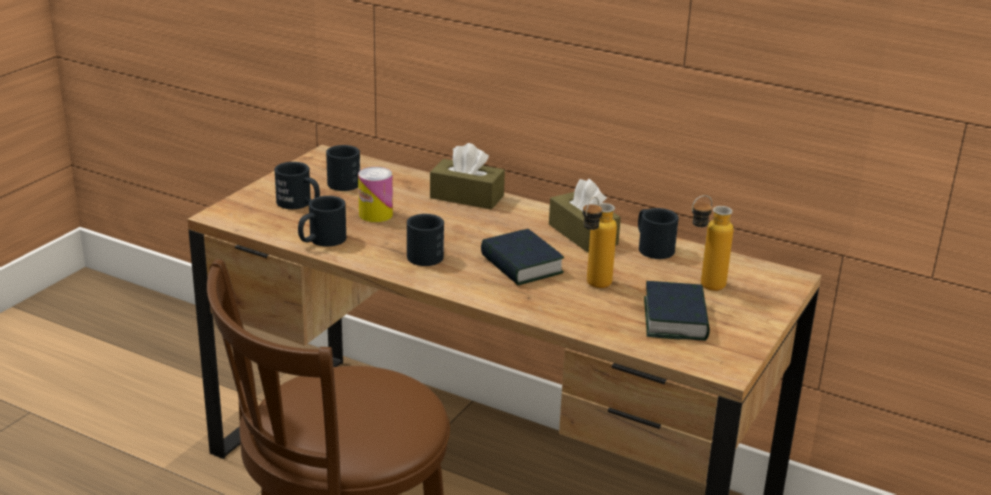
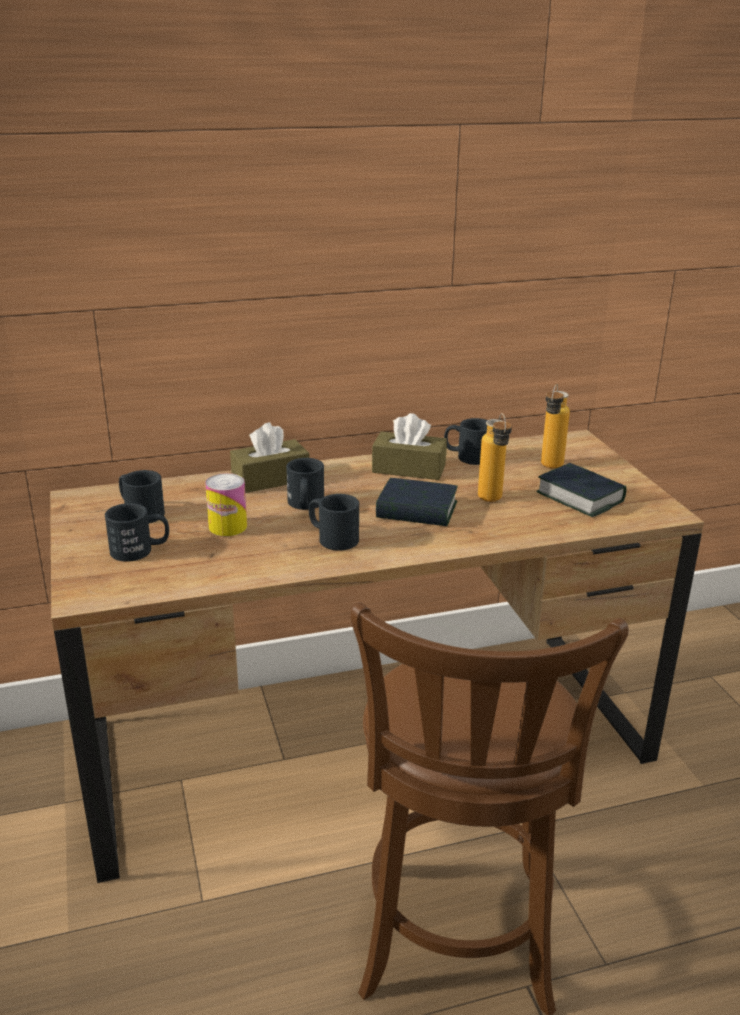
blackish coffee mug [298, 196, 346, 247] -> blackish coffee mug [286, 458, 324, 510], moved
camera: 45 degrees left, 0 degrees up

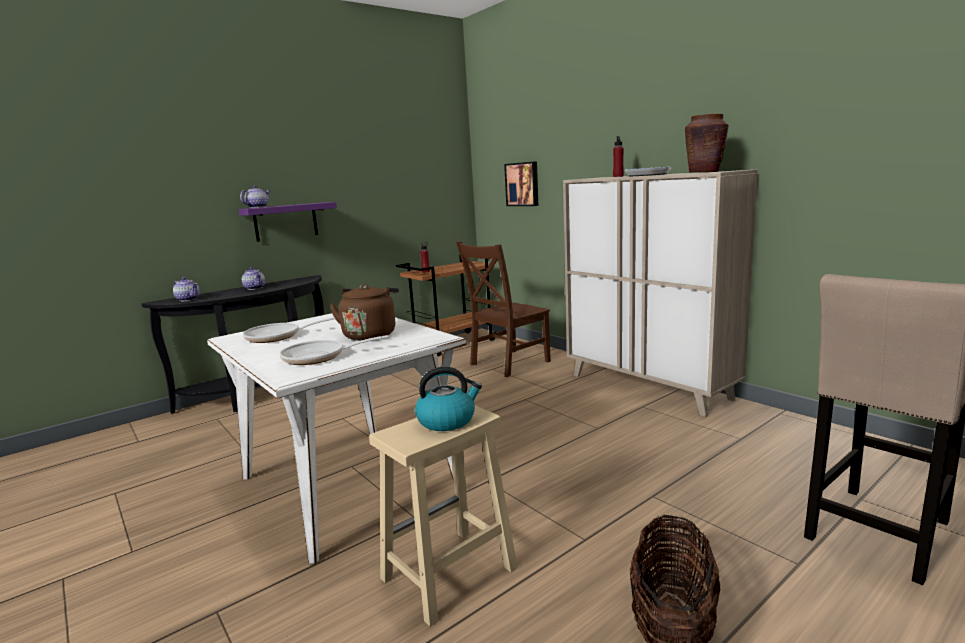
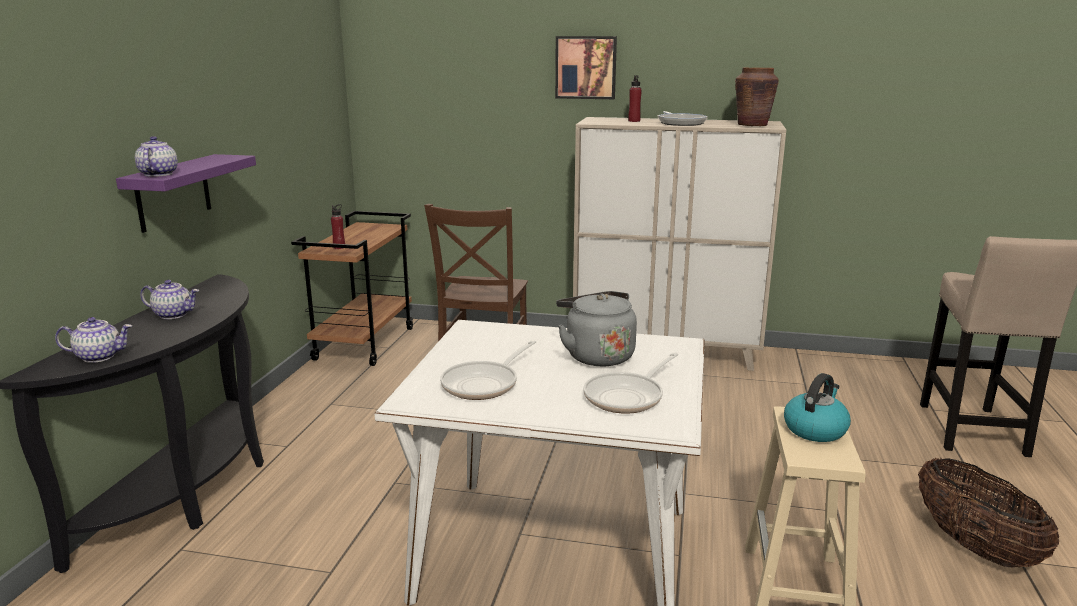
wall art [504, 161, 538, 206] -> wall art [555, 36, 617, 99], moved
brownish tea kettle [329, 284, 399, 341] -> gray tea kettle [556, 291, 637, 366]
camera: 40 degrees left, 5 degrees up

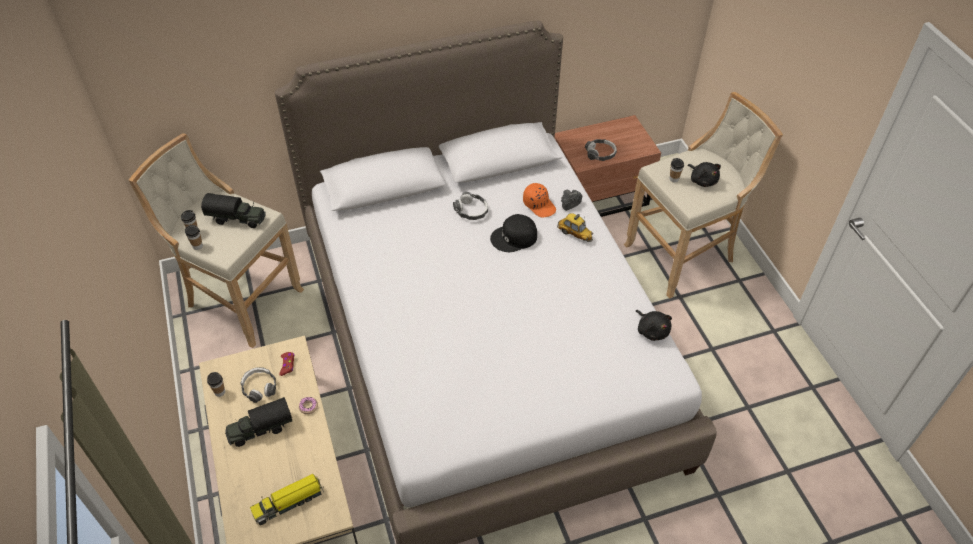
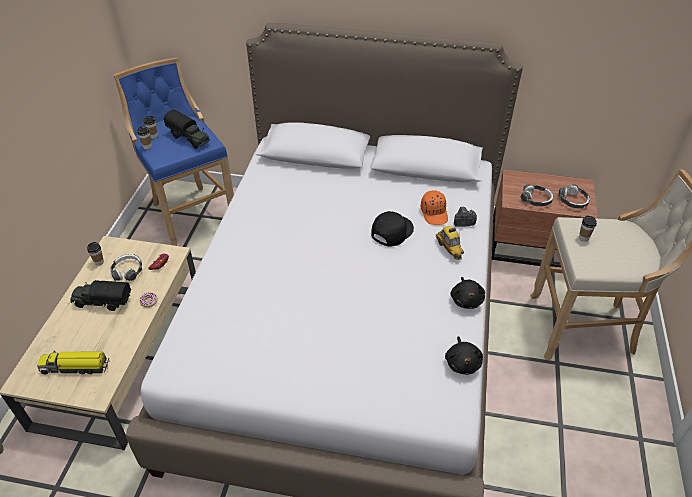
headphones [453, 192, 488, 220] -> headphones [559, 184, 590, 209], moved
blackish soft toy [688, 162, 721, 187] -> blackish soft toy [450, 277, 485, 309], moved
sand-coloured stool [128, 133, 304, 348] -> blue stool [114, 57, 234, 246]
blackish peaked cap [490, 214, 537, 252] -> blackish peaked cap [371, 211, 414, 247], 120 degrees clockwise
camera: 30 degrees right, 5 degrees down

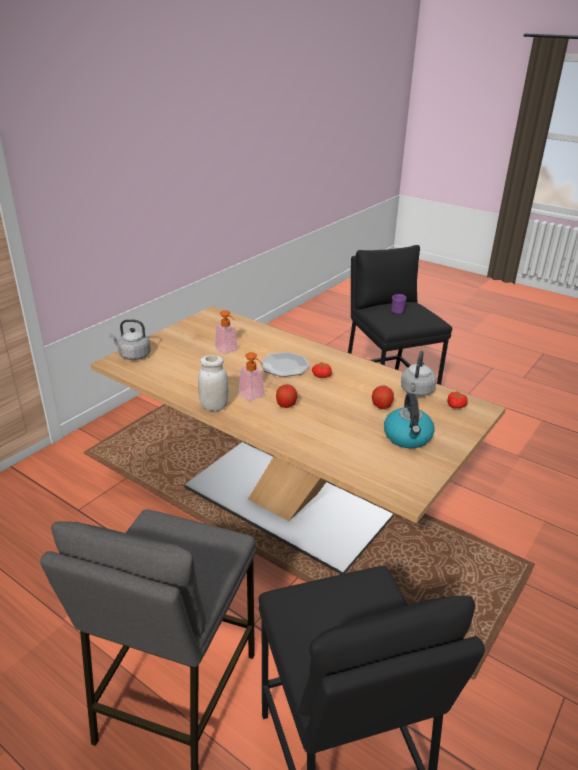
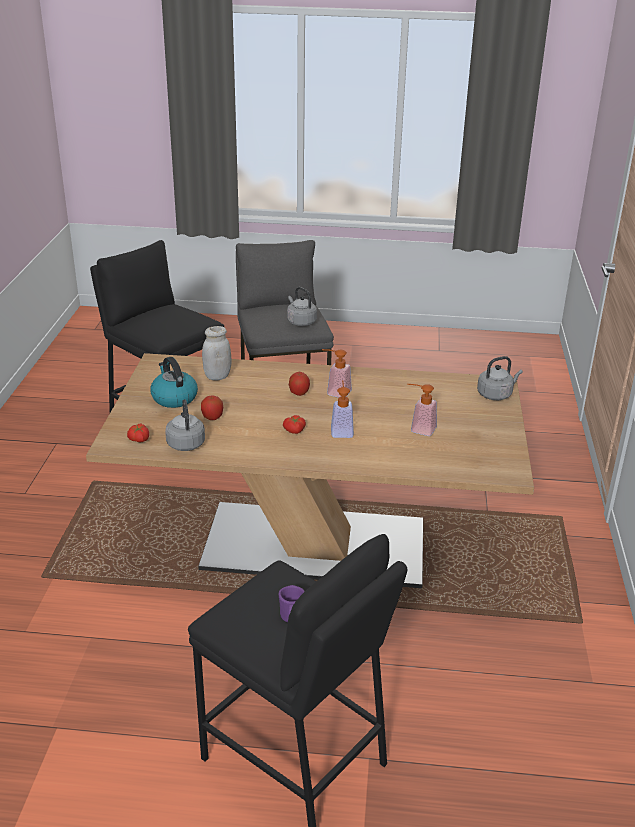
none -> gray tea kettle [287, 287, 317, 326]
whitish jar [198, 355, 228, 411] -> whitish jar [202, 326, 231, 381], moved
dinner plate [261, 352, 310, 377] -> soap dispenser [331, 380, 354, 438]
camera: 150 degrees right, 0 degrees up

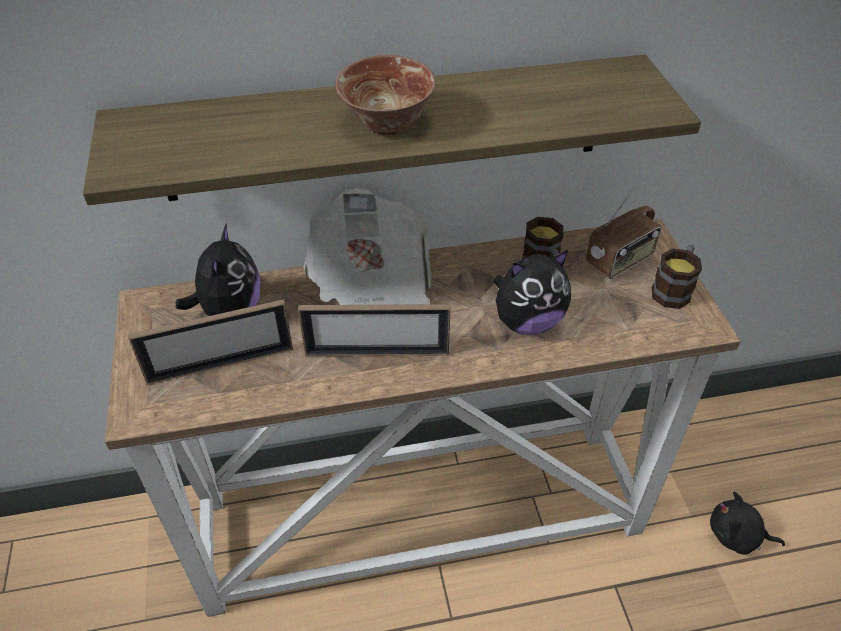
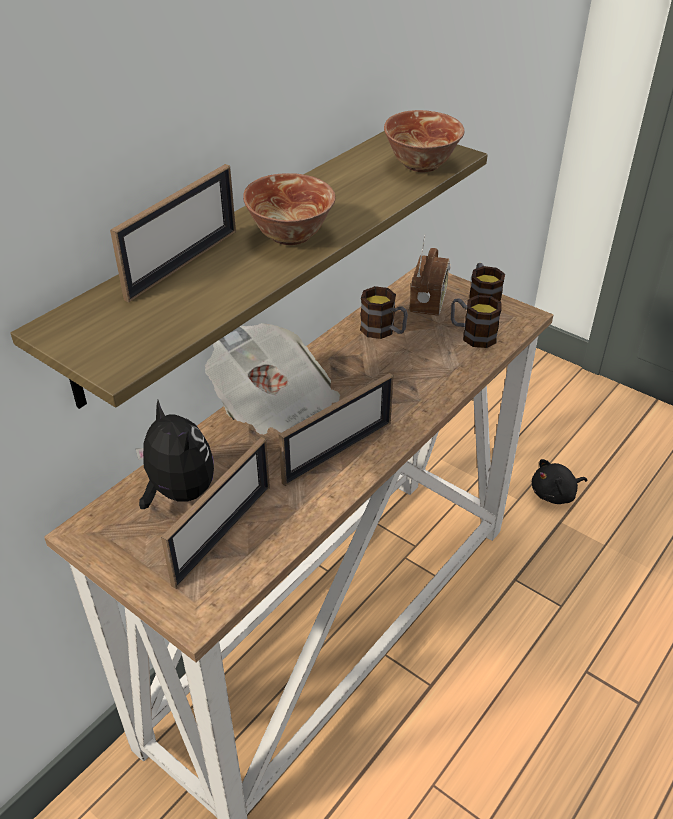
soft toy [493, 250, 571, 335] -> none
none -> photo frame [110, 164, 236, 302]
none -> deep dish [384, 110, 465, 172]
none -> coffee mug [451, 295, 501, 348]
camera: 40 degrees left, 5 degrees down

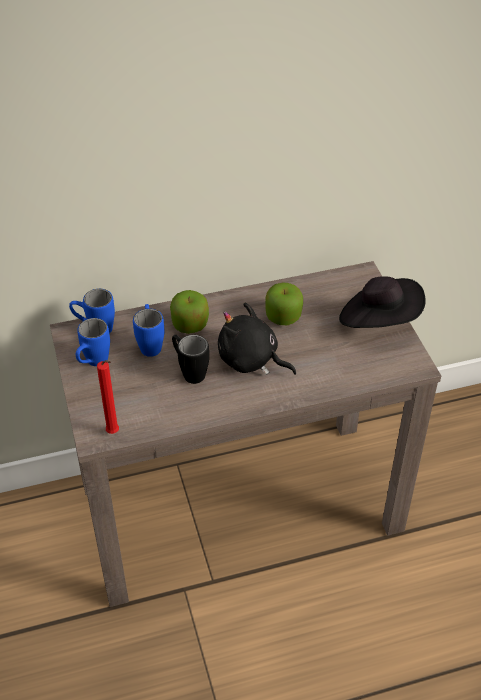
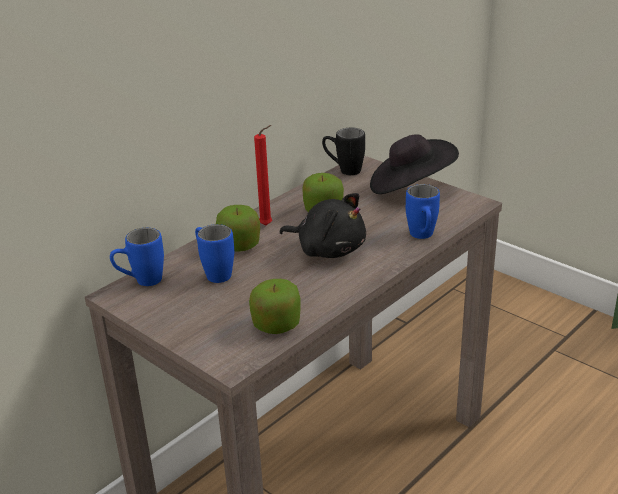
none -> whole apple [249, 279, 301, 334]
blue coffee mug [76, 318, 110, 366] -> blue coffee mug [406, 184, 440, 239], moved
reddish wax light [97, 360, 119, 434] -> reddish wax light [254, 125, 272, 225], moved
blackish coffee mug [172, 335, 209, 384] -> blackish coffee mug [322, 128, 365, 175], moved
blackish soft toy [218, 303, 297, 375] -> blackish soft toy [279, 193, 366, 258], 150 degrees counterclockwise
camera: 30 degrees left, 15 degrees down

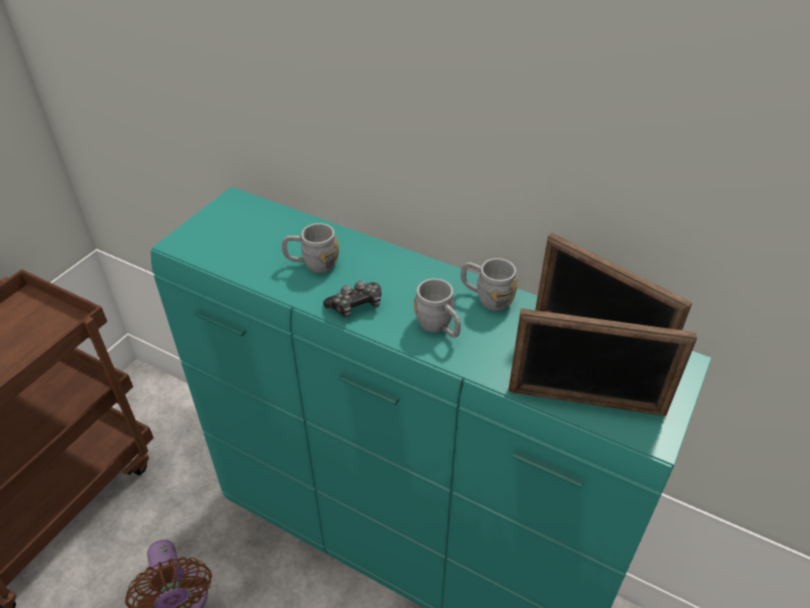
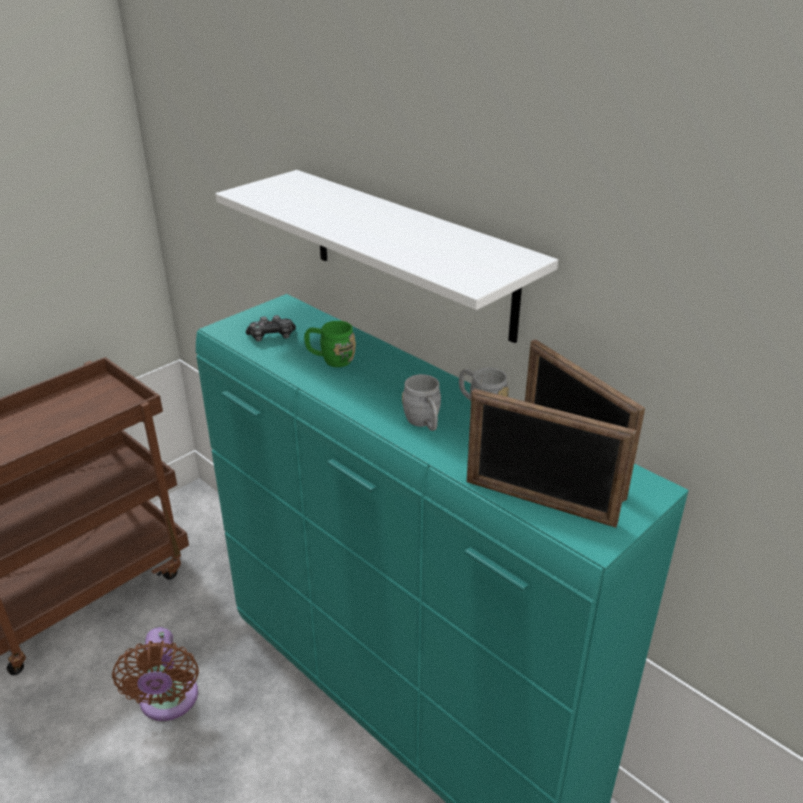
none -> whitish wall shelf [216, 170, 558, 343]
gamepad [323, 280, 381, 318] -> gamepad [246, 315, 296, 342], moved
gray coffee mug [282, 223, 339, 273] -> green coffee mug [304, 321, 356, 367]
camera: 15 degrees right, 10 degrees down

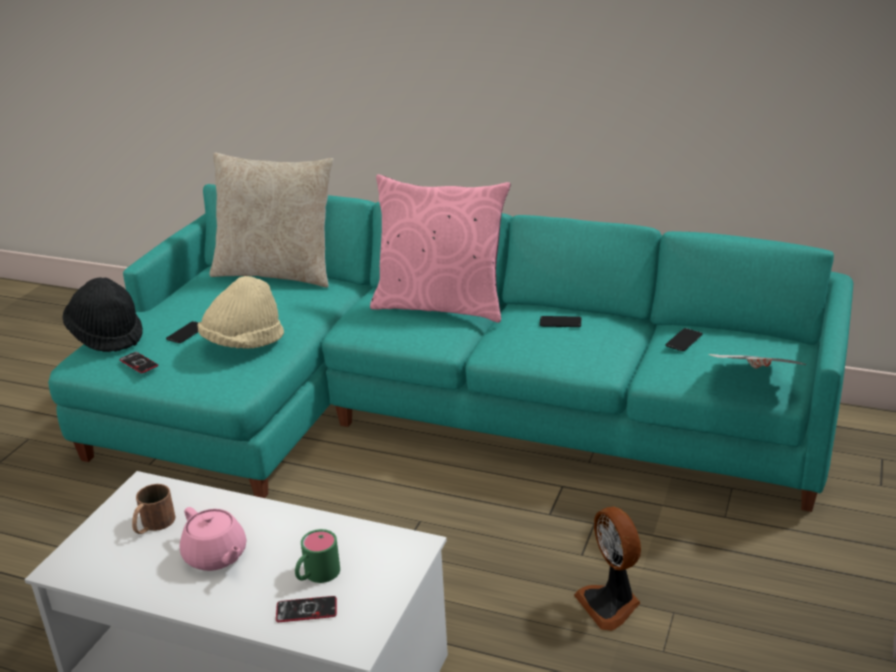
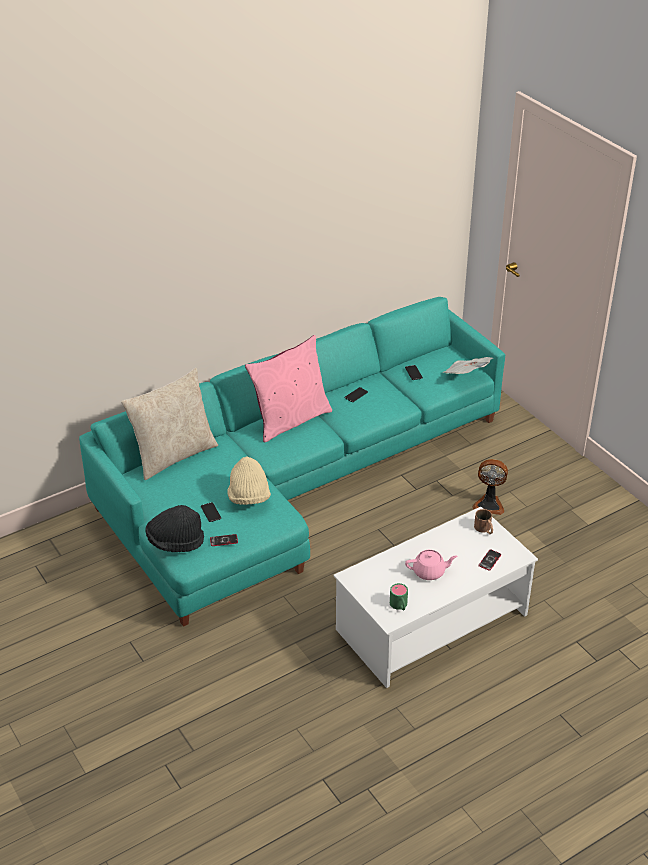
brownish coffee mug [132, 484, 175, 534] -> brownish coffee mug [474, 509, 493, 534], moved
green coffee mug [295, 529, 340, 583] -> green coffee mug [390, 583, 408, 610], moved
camera: 55 degrees left, 10 degrees up

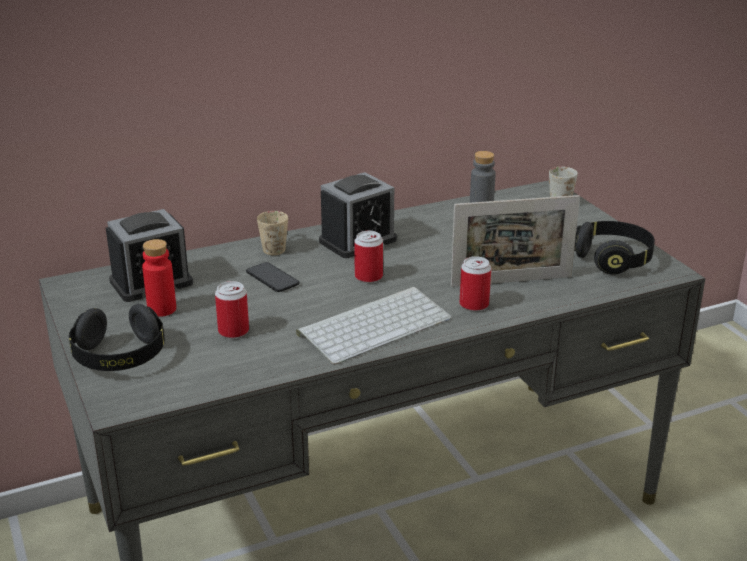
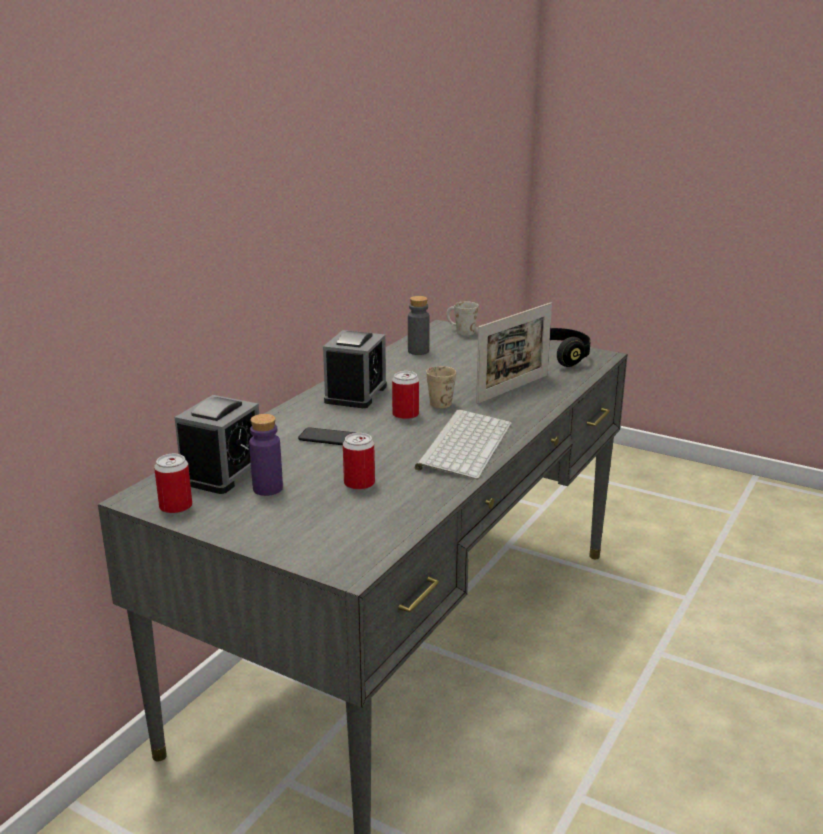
blackish headphones [69, 304, 165, 371] -> none
sand-coloured coffee mug [257, 211, 288, 255] -> sand-coloured coffee mug [426, 366, 456, 408], moved
sealed can [460, 256, 491, 311] -> sealed can [154, 454, 192, 514], moved
reddish beverage bottle [142, 239, 176, 317] -> purple beverage bottle [249, 414, 283, 496]
camera: 35 degrees left, 5 degrees down

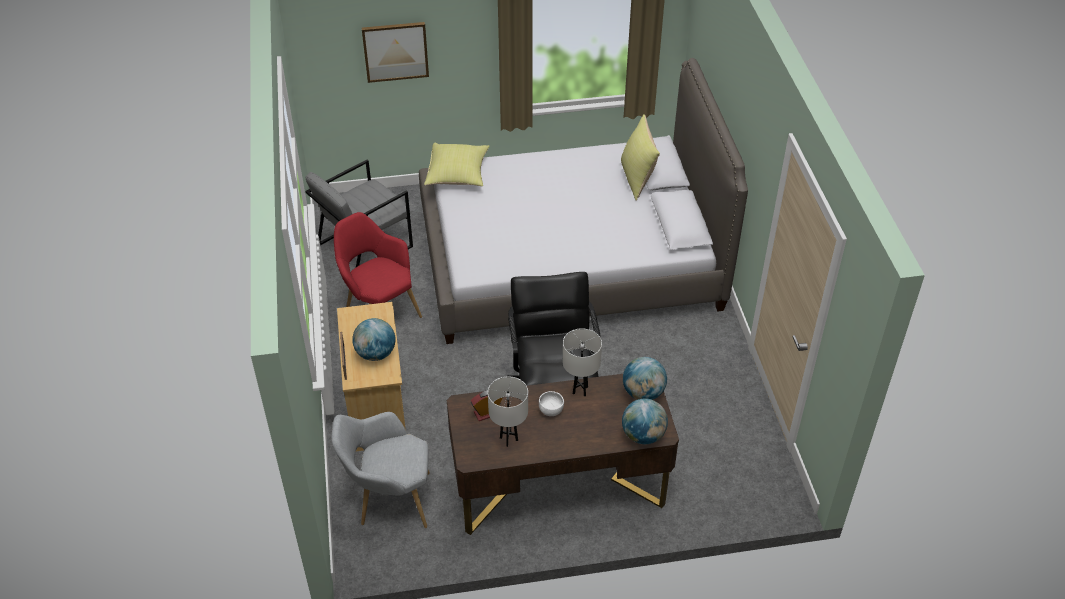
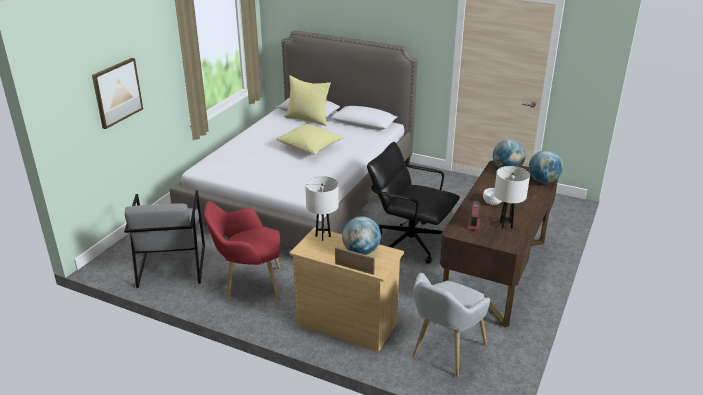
yellowish pillow [424, 143, 489, 187] -> yellowish pillow [276, 124, 344, 154], moved
whitish tabletop lamp [563, 328, 602, 396] -> whitish tabletop lamp [305, 176, 339, 241], moved
camera: 55 degrees left, 15 degrees down

